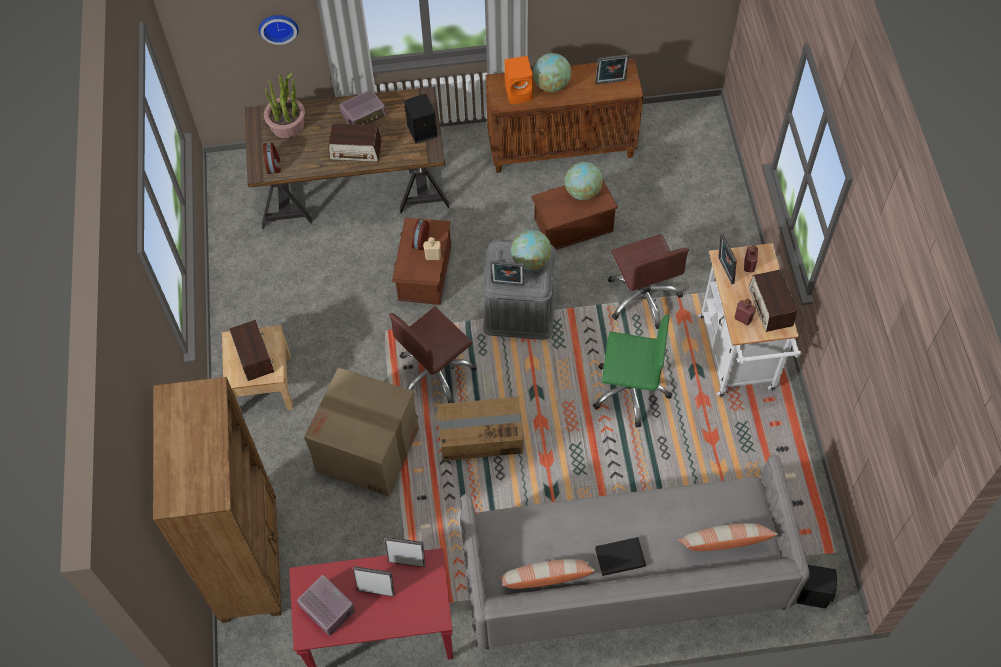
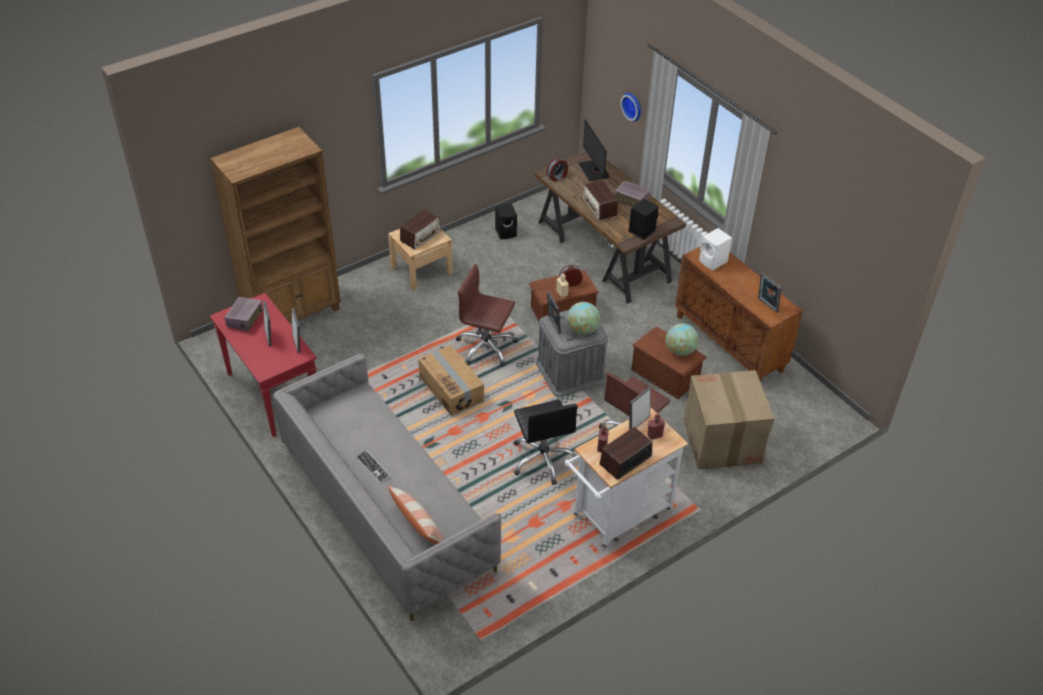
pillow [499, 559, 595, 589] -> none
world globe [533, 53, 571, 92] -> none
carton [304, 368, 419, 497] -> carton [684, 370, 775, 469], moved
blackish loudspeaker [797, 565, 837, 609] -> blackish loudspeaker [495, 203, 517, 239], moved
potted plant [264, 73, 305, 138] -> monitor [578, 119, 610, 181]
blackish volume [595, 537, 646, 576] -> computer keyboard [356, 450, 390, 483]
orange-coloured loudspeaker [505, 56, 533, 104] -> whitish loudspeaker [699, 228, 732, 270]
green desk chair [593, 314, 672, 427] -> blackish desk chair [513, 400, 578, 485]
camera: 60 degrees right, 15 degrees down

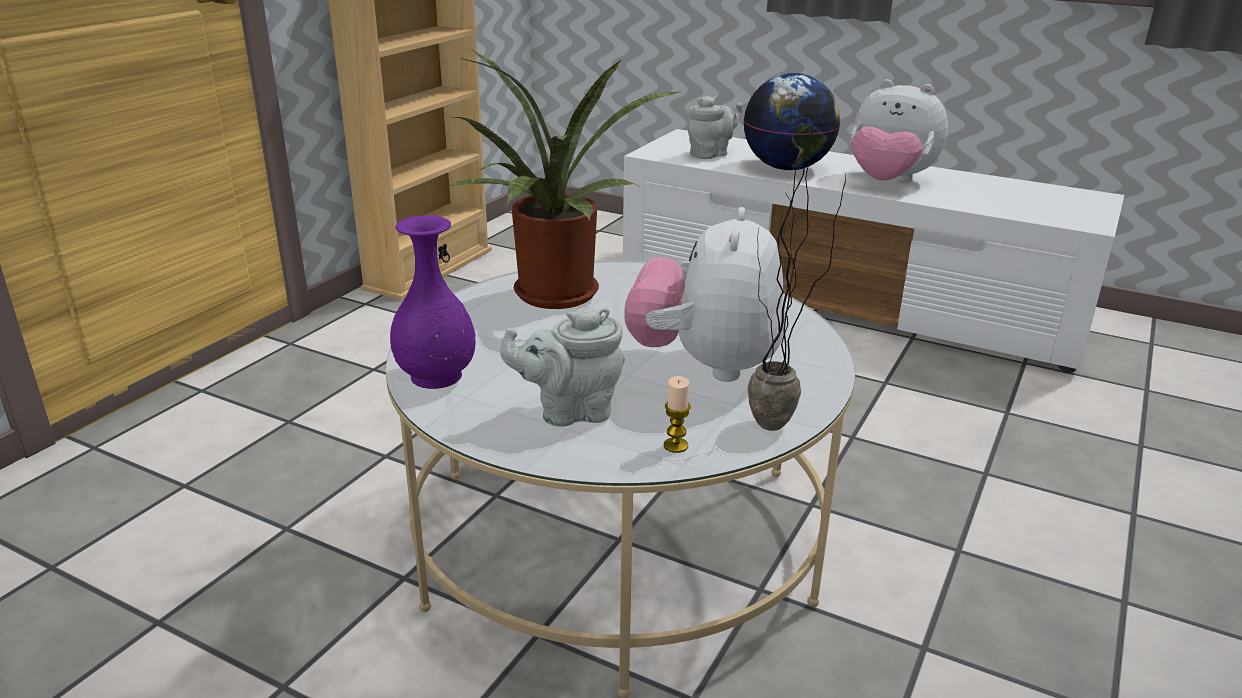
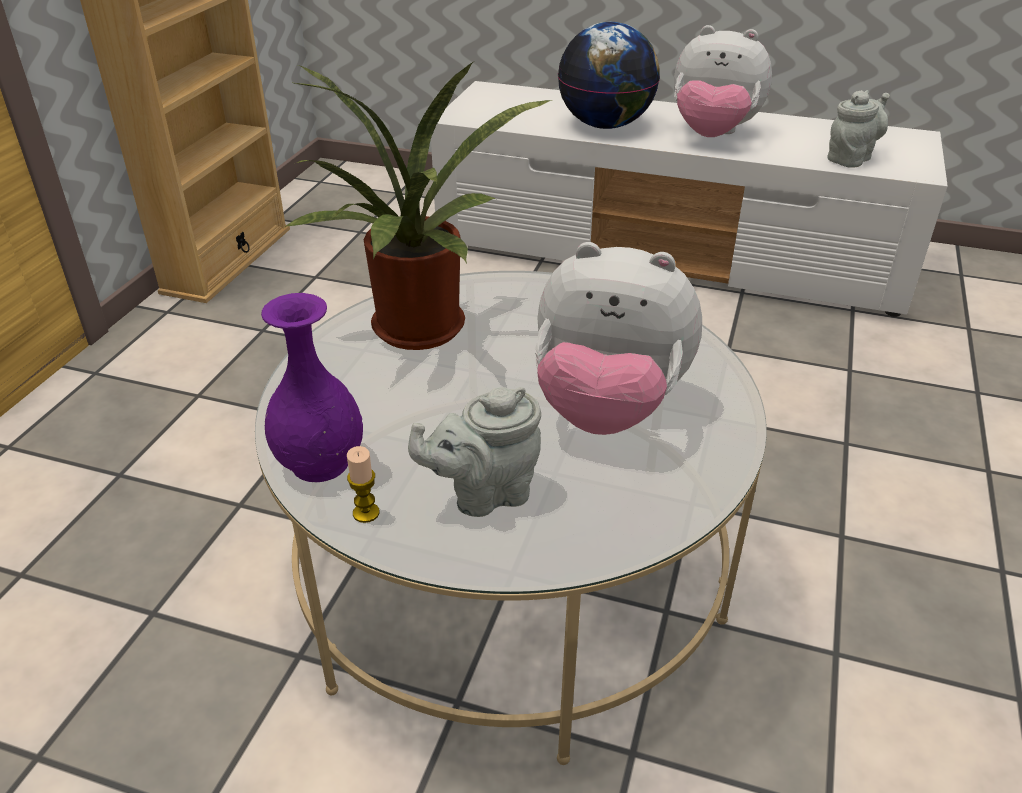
potted plant [748, 109, 846, 431] -> none
wax light [664, 376, 691, 453] -> wax light [347, 446, 379, 523], moved
gray teapot [688, 96, 742, 159] -> gray teapot [827, 90, 890, 168], moved
soft toy [624, 207, 785, 382] -> soft toy [535, 242, 702, 435], 75 degrees counterclockwise
camera: 10 degrees left, 10 degrees up

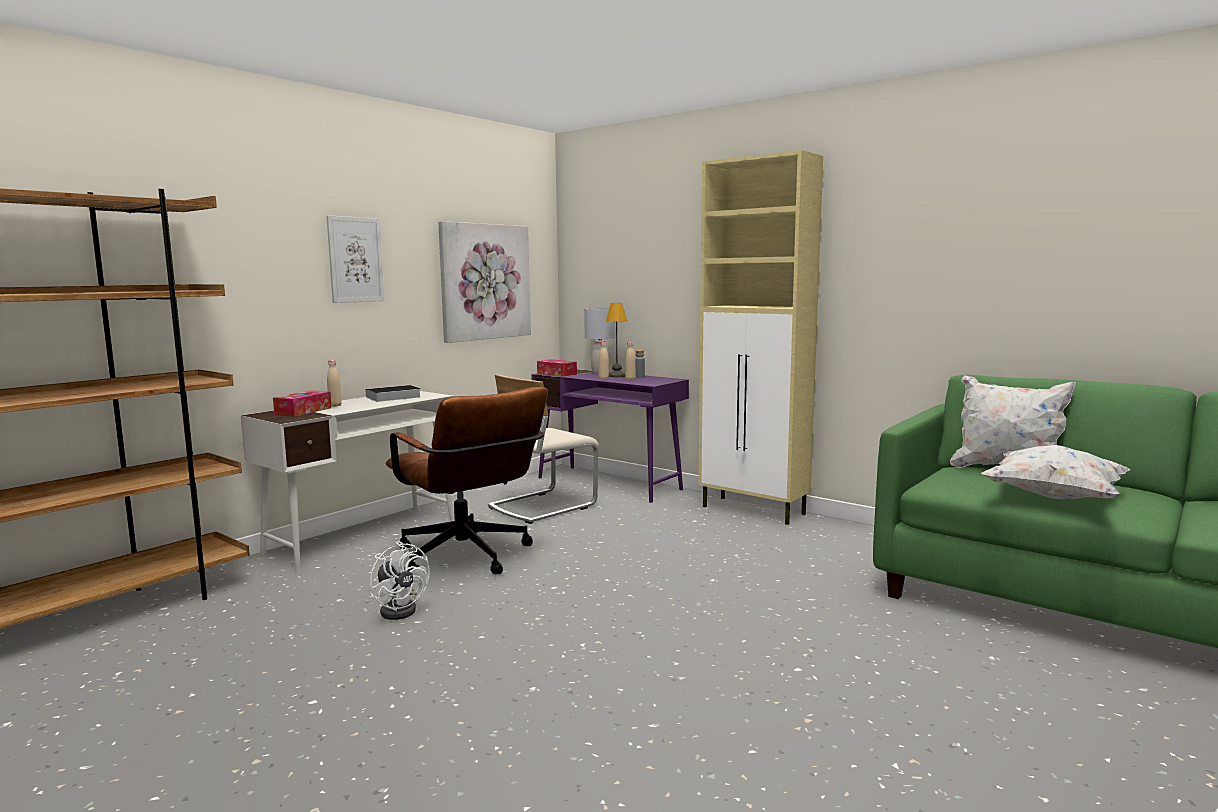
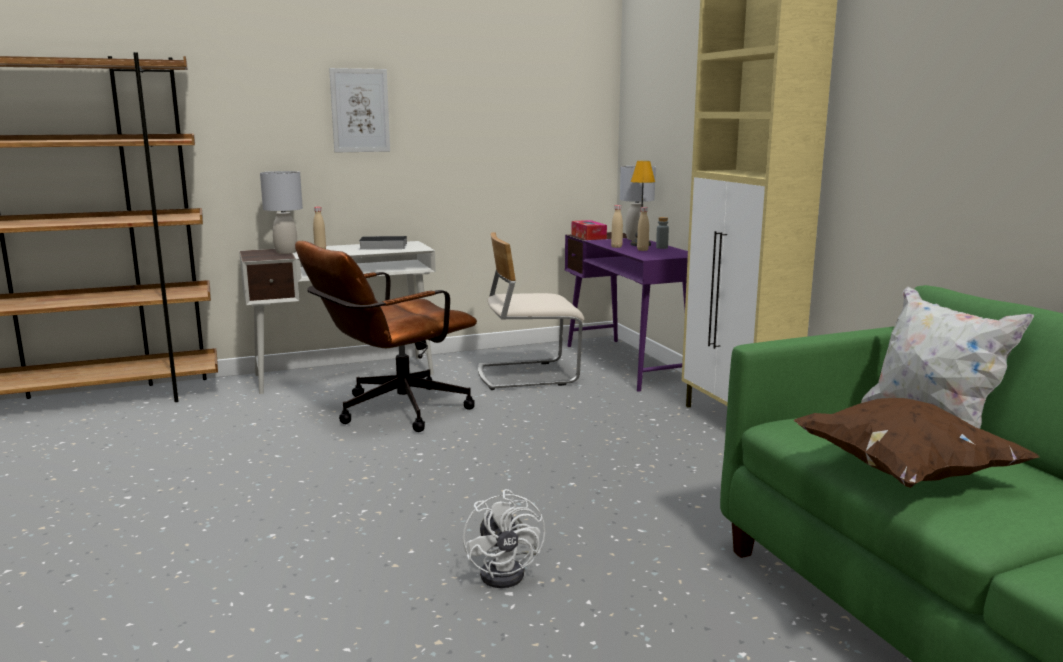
wall art [438, 221, 531, 343] -> none
whitish fan [370, 541, 430, 620] -> whitish fan [463, 489, 545, 588], moved
tissue holder [273, 390, 332, 417] -> gray tabletop lamp [260, 171, 303, 254]
whitish pillow [981, 445, 1130, 499] -> brownish pillow [794, 398, 1039, 488]
brownish desk chair [386, 387, 548, 574] -> brownish desk chair [295, 241, 477, 432], 60 degrees clockwise
camera: 30 degrees right, 5 degrees up

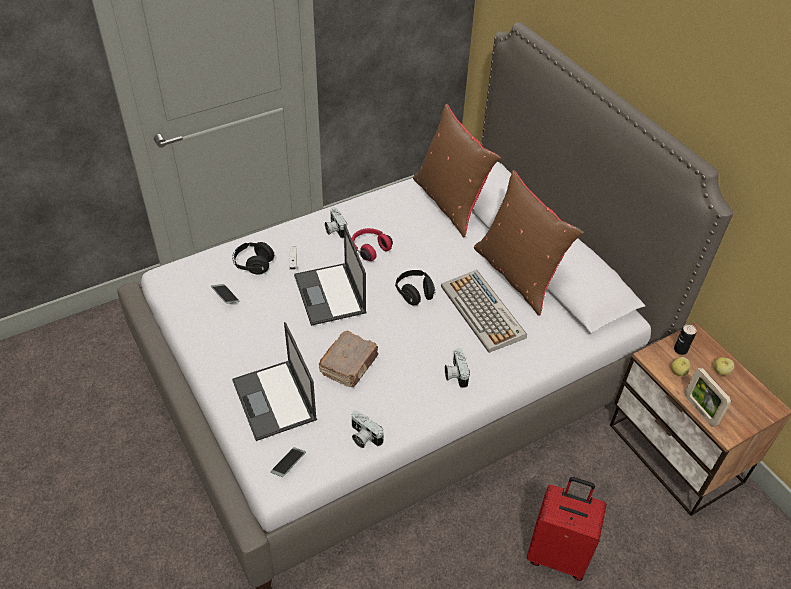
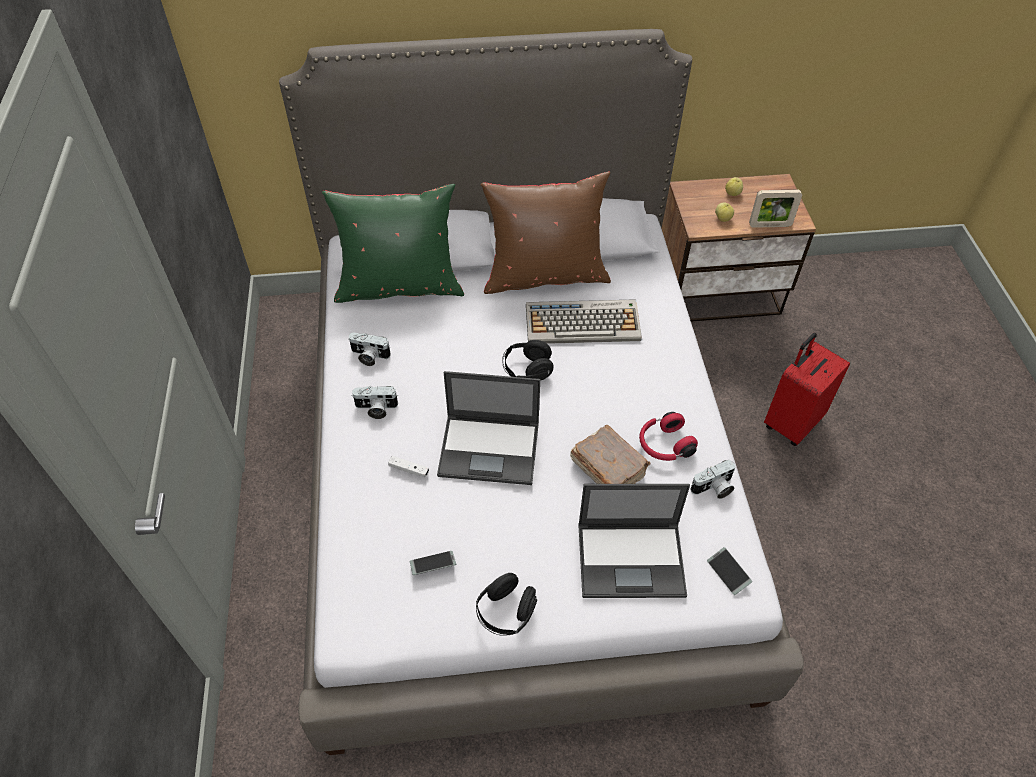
sealed can [674, 324, 697, 355] -> none
blackish headphones [232, 242, 275, 274] -> blackish headphones [476, 573, 537, 636], moved
reddish headphones [352, 228, 393, 261] -> reddish headphones [639, 412, 698, 461], moved
photo camera [445, 348, 470, 388] -> photo camera [349, 333, 391, 366], moved
brownish pillow [413, 104, 501, 237] -> green pillow [322, 184, 464, 303]
camera: 65 degrees left, 5 degrees up

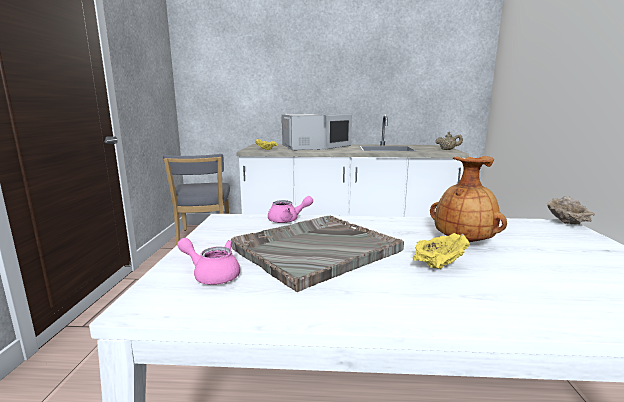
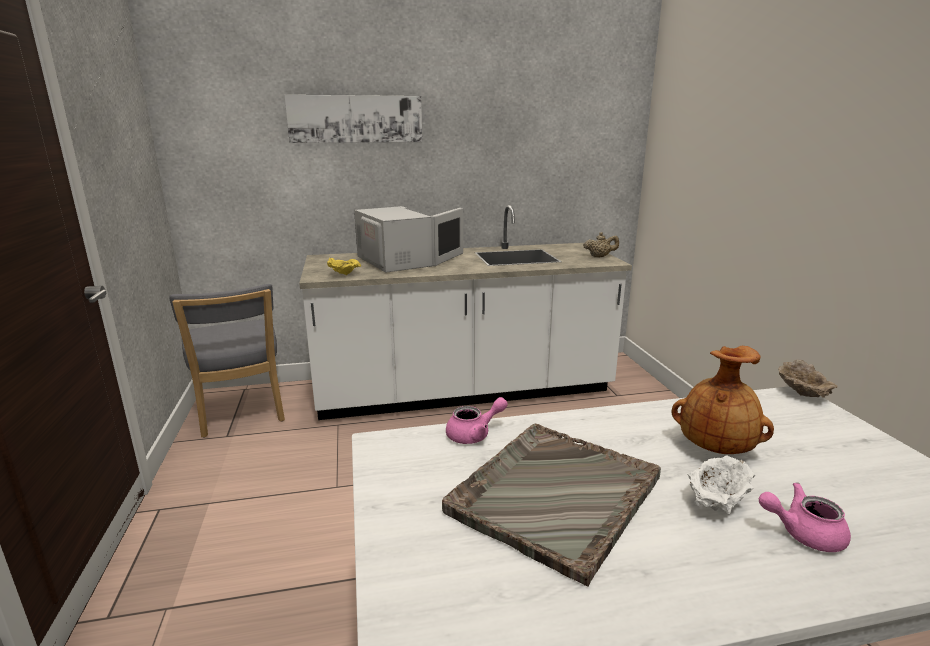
none -> wall art [284, 95, 422, 143]
pink-coloured teapot [177, 238, 240, 285] -> pink-coloured teapot [759, 483, 851, 552], moved
yellowish deep dish [413, 233, 470, 269] -> whitish deep dish [687, 455, 755, 514]
camera: 15 degrees left, 5 degrees up

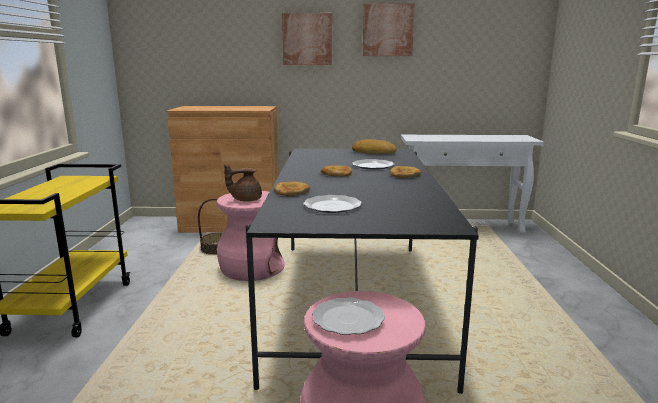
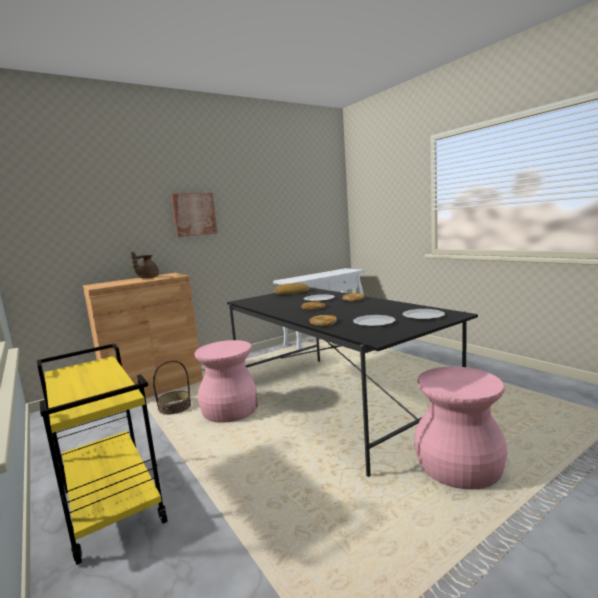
wall art [362, 3, 414, 56] -> none
brownish teapot [224, 164, 262, 201] -> brownish teapot [131, 252, 159, 278], moved
dinner plate [312, 298, 385, 335] -> dinner plate [402, 309, 445, 320], moved
camera: 35 degrees left, 5 degrees down

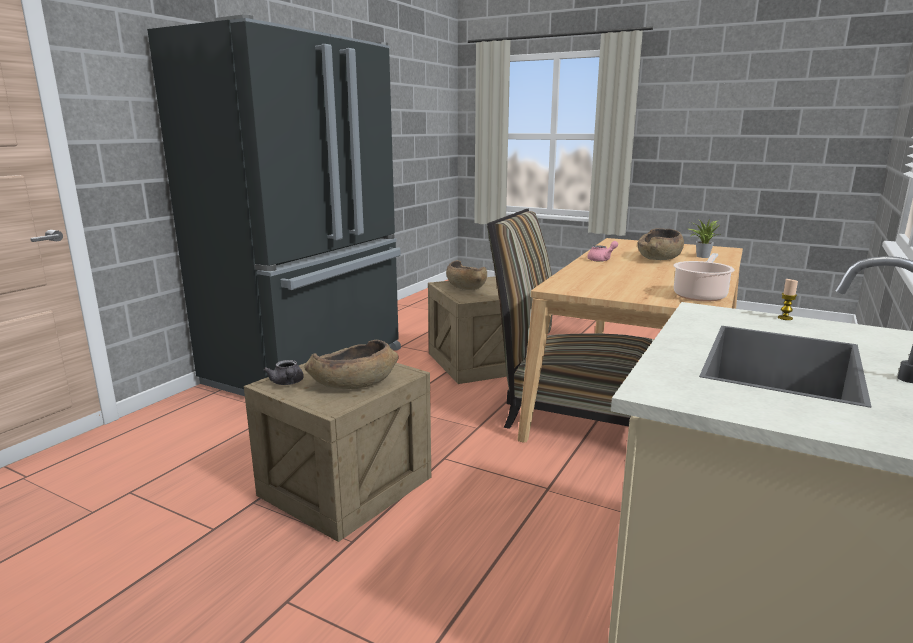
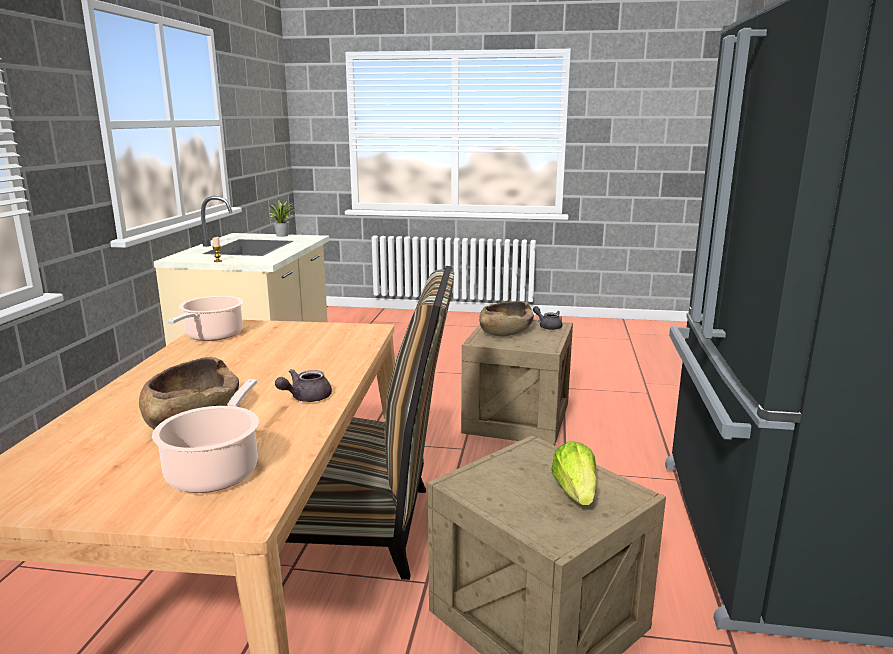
none -> cooking pot [152, 379, 259, 493]
potted plant [689, 219, 722, 258] -> potted plant [268, 201, 298, 237], moved
brownish deep dish [446, 260, 487, 290] -> lettuce [551, 441, 597, 505]
pink-coloured teapot [587, 241, 618, 262] -> gray teapot [275, 369, 332, 402]
camera: 160 degrees right, 0 degrees up

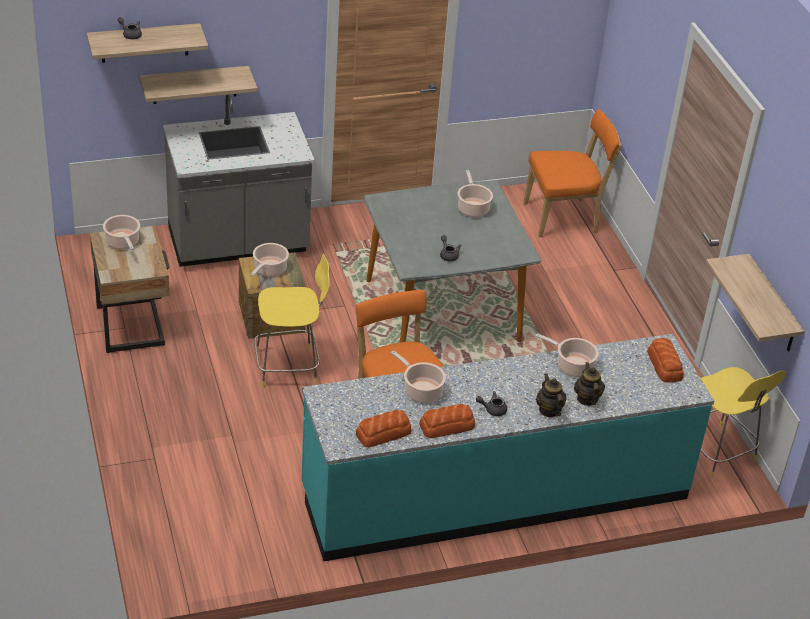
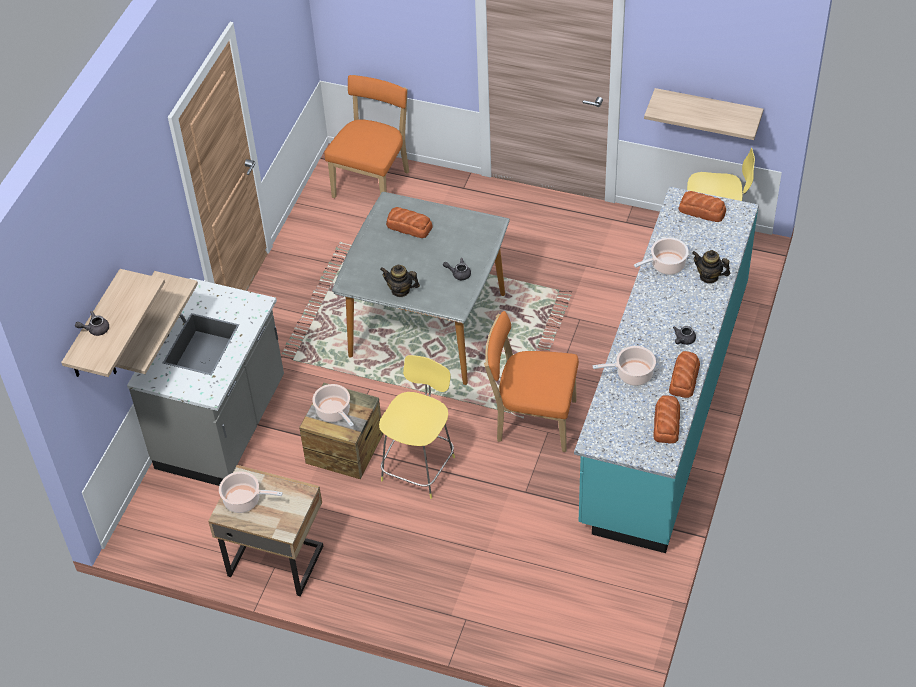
teapot [536, 373, 567, 417] -> teapot [380, 264, 420, 297], moved
cooking pot [457, 170, 493, 217] -> bakery bread [386, 207, 433, 238]
camera: 50 degrees left, 10 degrees up

